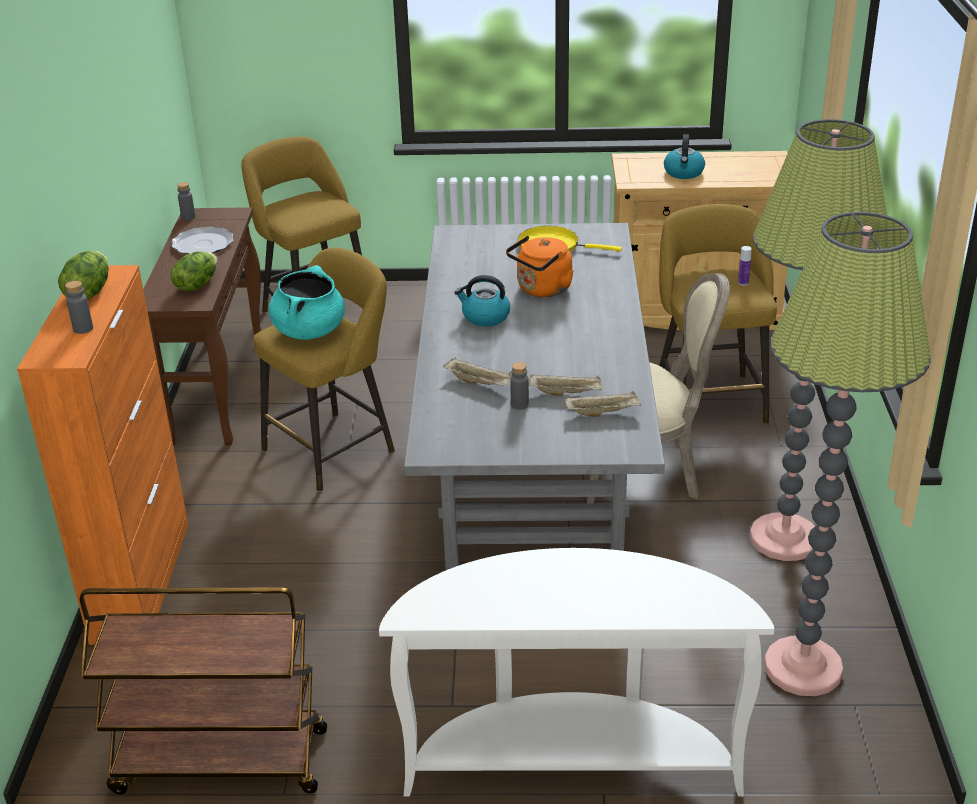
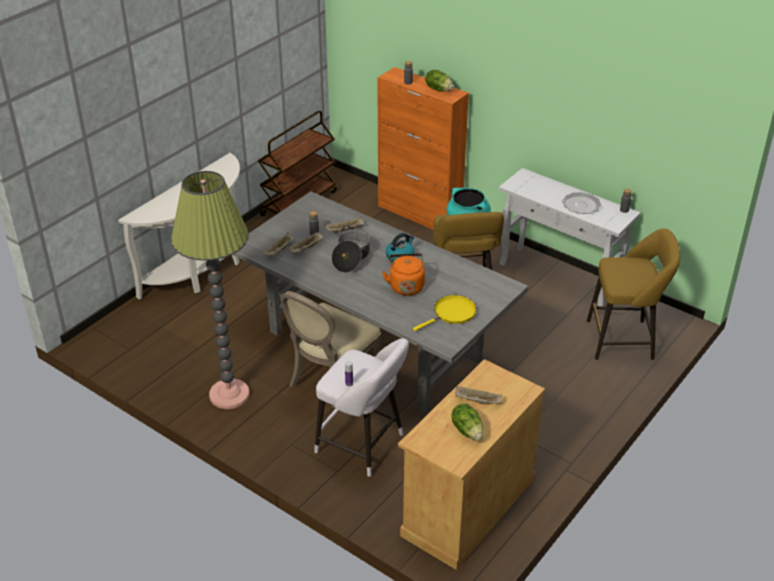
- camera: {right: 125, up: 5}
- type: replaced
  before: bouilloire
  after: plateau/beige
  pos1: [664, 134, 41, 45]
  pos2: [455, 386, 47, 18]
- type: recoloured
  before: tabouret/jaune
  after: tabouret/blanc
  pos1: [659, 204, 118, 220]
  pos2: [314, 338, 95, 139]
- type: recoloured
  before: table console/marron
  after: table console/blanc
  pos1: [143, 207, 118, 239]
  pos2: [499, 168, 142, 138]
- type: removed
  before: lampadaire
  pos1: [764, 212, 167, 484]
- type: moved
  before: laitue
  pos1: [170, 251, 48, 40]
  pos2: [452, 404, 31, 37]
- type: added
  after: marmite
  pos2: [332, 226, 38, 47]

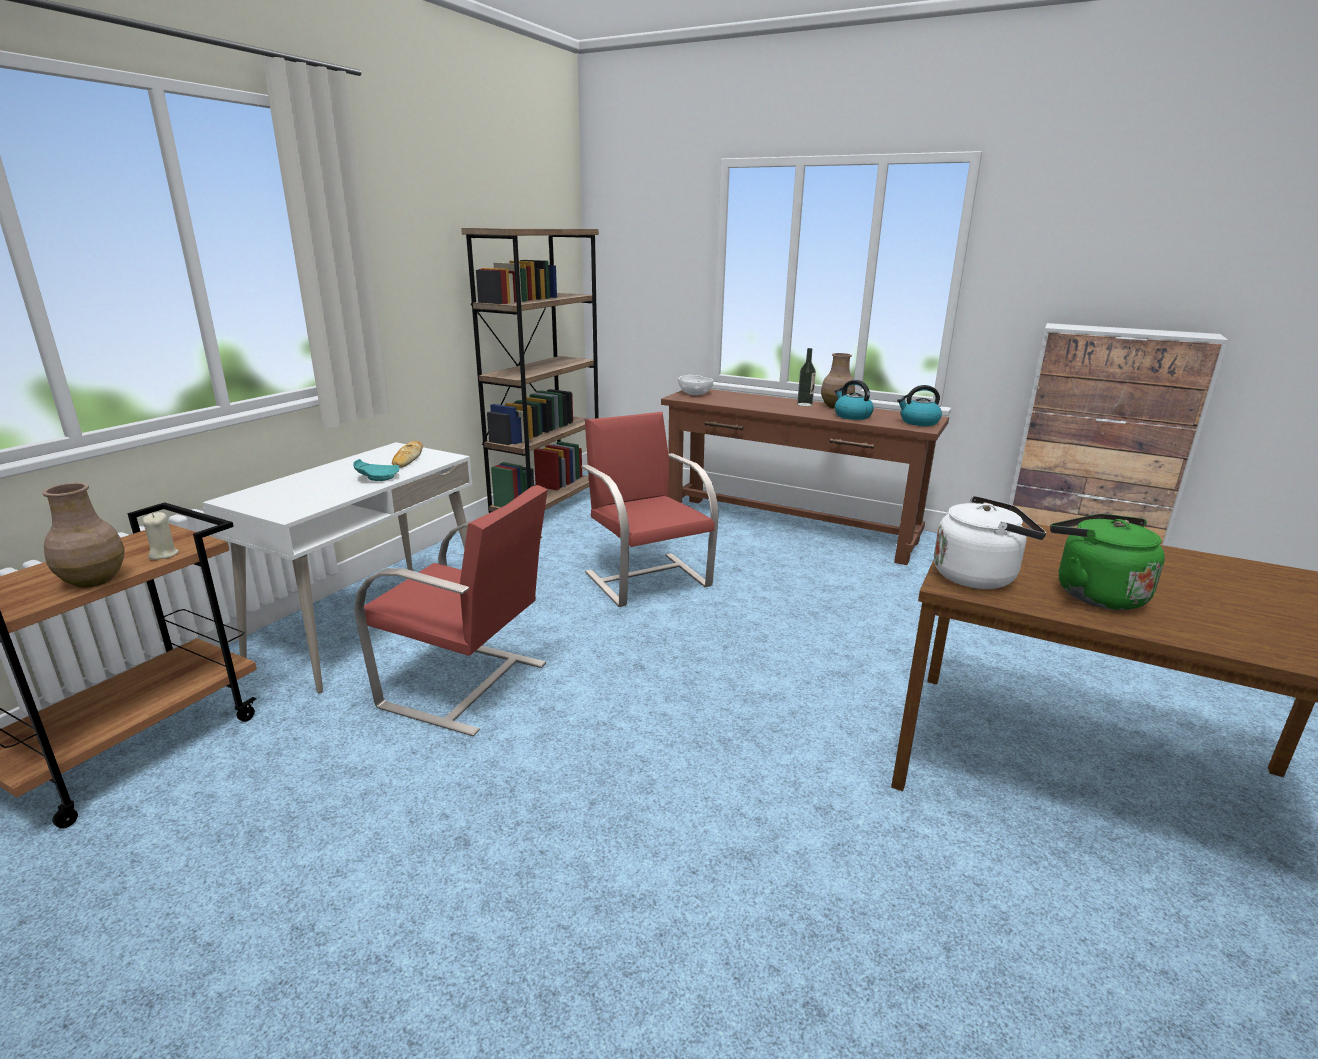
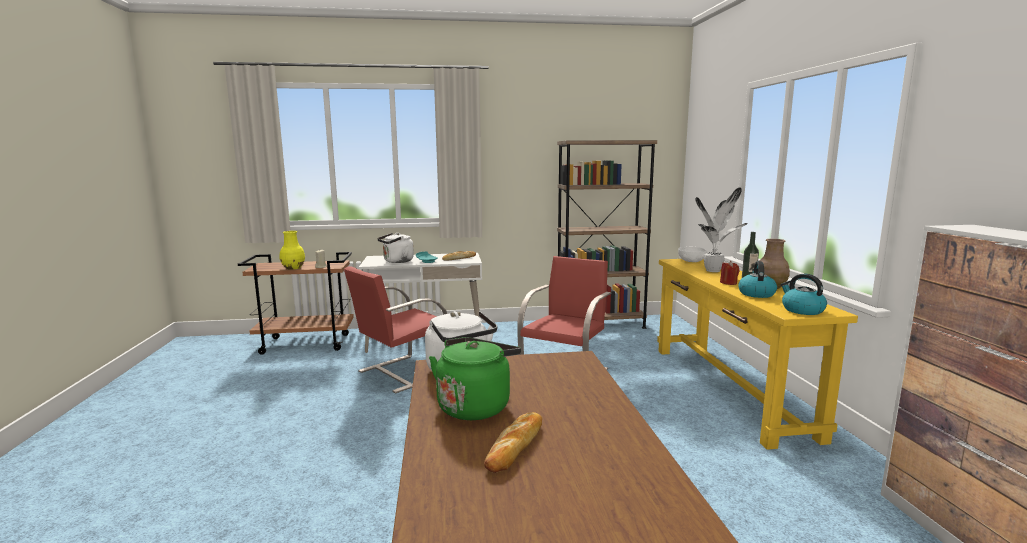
- camera: {right: 55, up: -10}
- type: recoloured
  before: table console/marron
  after: table console/jaune
  pos1: [661, 389, 288, 176]
  pos2: [657, 259, 201, 191]
- type: recoloured
  before: vase/marron
  after: vase/jaune
  pos1: [42, 483, 82, 105]
  pos2: [280, 231, 25, 39]
- type: turned
  before: chaise/rouge
  pos1: [354, 485, 194, 252]
  pos2: [344, 266, 103, 128]
  turn: 60
- type: added
  after: plante en pot
  pos2: [695, 188, 53, 84]
- type: added
  after: bouilloire/blanc
  pos2: [377, 233, 37, 30]
- type: added
  after: bougie/rouge
  pos2: [720, 261, 19, 24]
- type: added
  after: pain
  pos2: [484, 412, 58, 61]

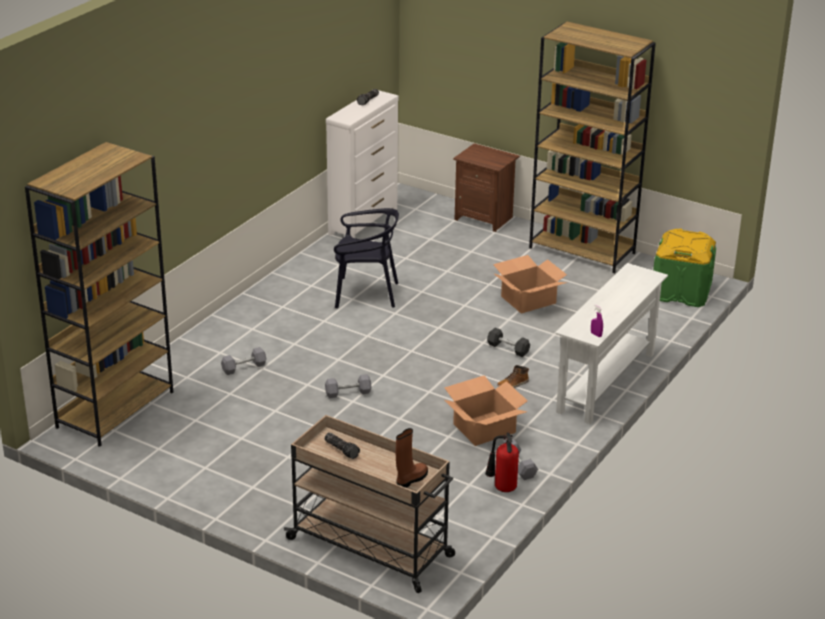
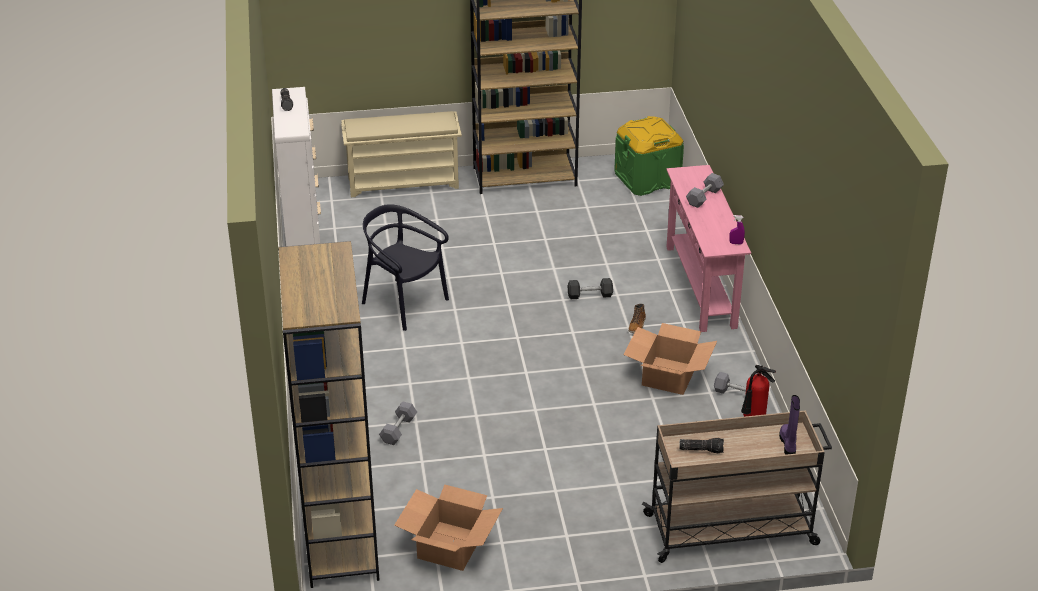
- camera: {right: -40, up: 5}
- type: replaced
  before: table de chevet/marron
  after: étagère à chaussures/beige
  pos1: [453, 143, 67, 89]
  pos2: [341, 111, 121, 86]
- type: turned
  before: chaise/noir
  pos1: [334, 208, 65, 100]
  pos2: [362, 204, 87, 127]
  turn: -105
- type: moved
  before: carton
  pos1: [493, 255, 74, 59]
  pos2: [394, 484, 109, 87]
- type: recoloured
  before: table console/blanc
  after: table console/rose
  pos1: [555, 263, 113, 161]
  pos2: [666, 165, 85, 167]
- type: moved
  before: haltère/gris
  pos1: [325, 374, 46, 24]
  pos2: [686, 173, 38, 35]
- type: recoloured
  before: botte/marron
  after: botte/violet
  pos1: [396, 428, 32, 60]
  pos2: [779, 395, 21, 60]

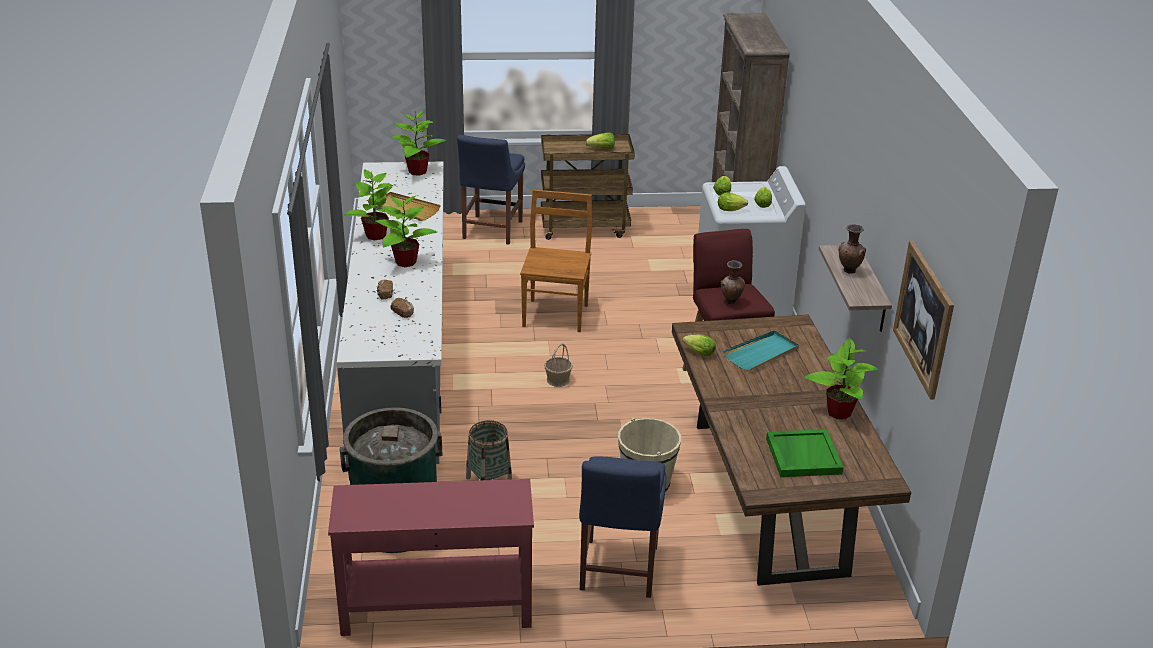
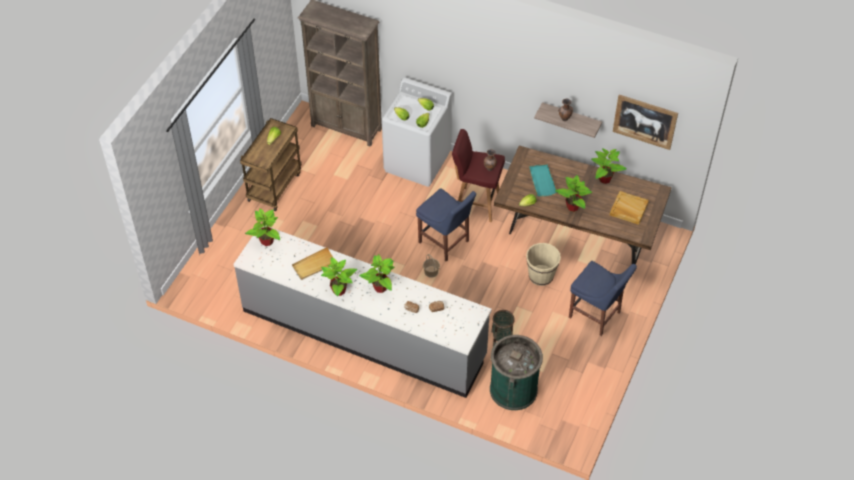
- camera: {right: -60, up: 20}
- type: moved
  before: chaise/bleu
  pos1: [457, 135, 68, 109]
  pos2: [416, 188, 60, 74]
- type: removed
  before: chaise/marron
  pos1: [520, 190, 72, 142]
- type: recoloured
  before: plateau/vert
  after: plateau/beige
  pos1: [766, 429, 78, 48]
  pos2: [610, 191, 39, 34]
- type: removed
  before: table console/rouge
  pos1: [328, 479, 206, 157]
- type: added
  after: plante en pot
  pos2: [555, 175, 38, 37]

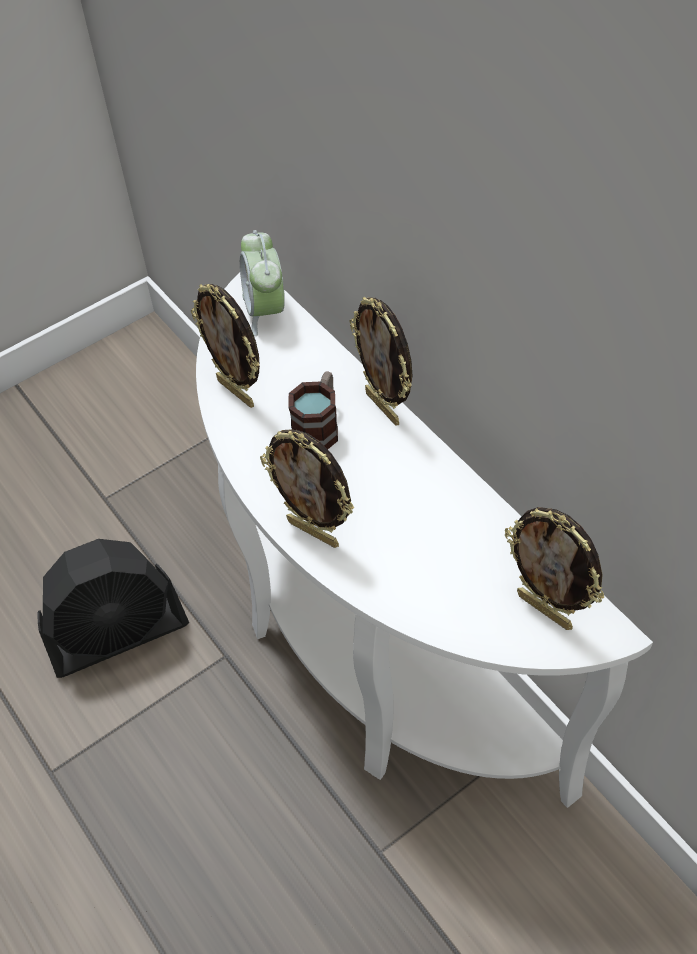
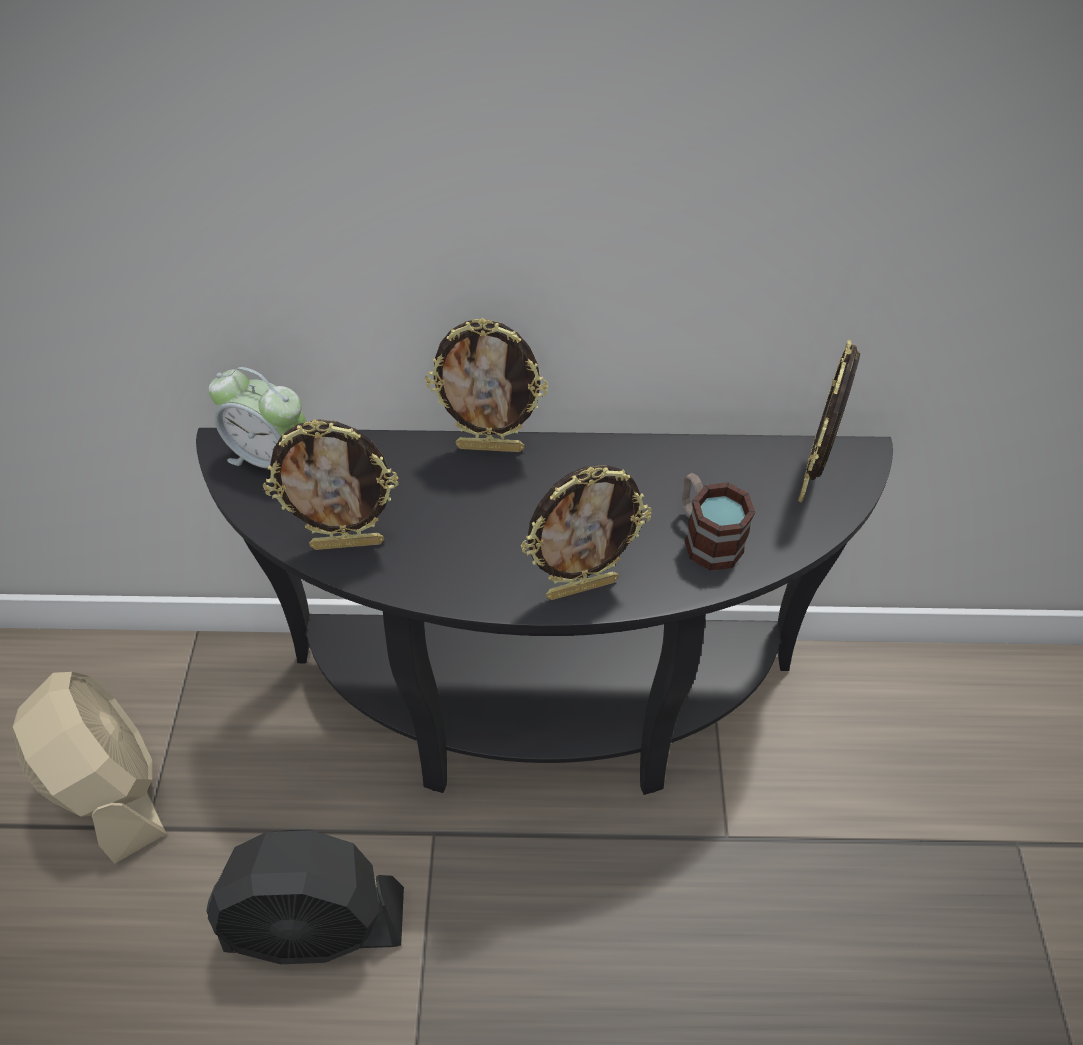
- camera: {right: -55, up: 0}
- type: recoloured
  before: table console/blanc
  after: table console/noir
  pos1: [196, 273, 457, 535]
  pos2: [196, 428, 697, 367]
- type: moved
  before: mug
  pos1: [289, 371, 49, 78]
  pos2: [682, 473, 73, 98]
- type: turned
  before: cadre photo
  pos1: [505, 507, 100, 123]
  pos2: [798, 339, 62, 163]
  turn: 120
- type: turned
  before: ventilateur/noir
  pos1: [37, 539, 152, 139]
  pos2: [206, 829, 198, 135]
  turn: 75
- type: added
  after: ventilateur/beige
  pos2: [13, 672, 153, 192]

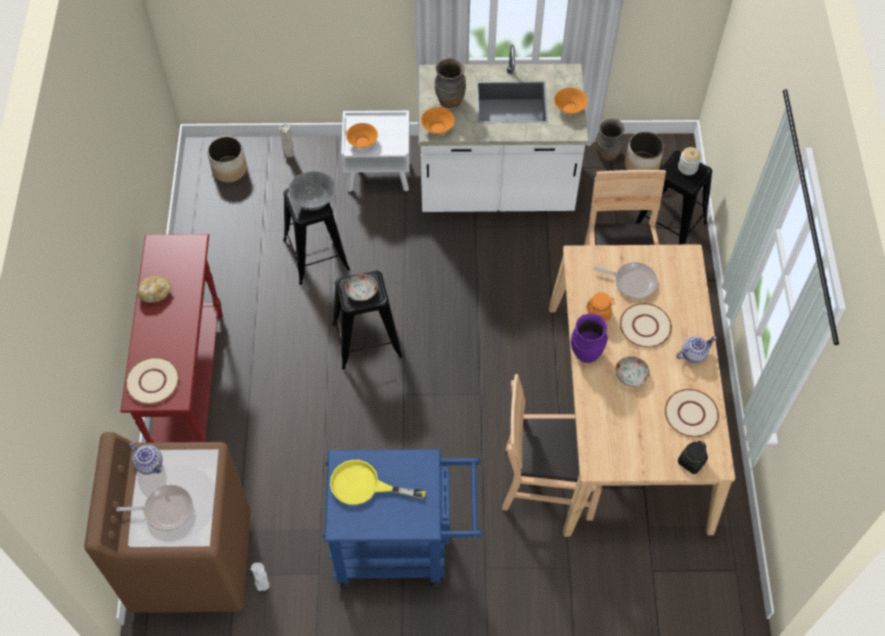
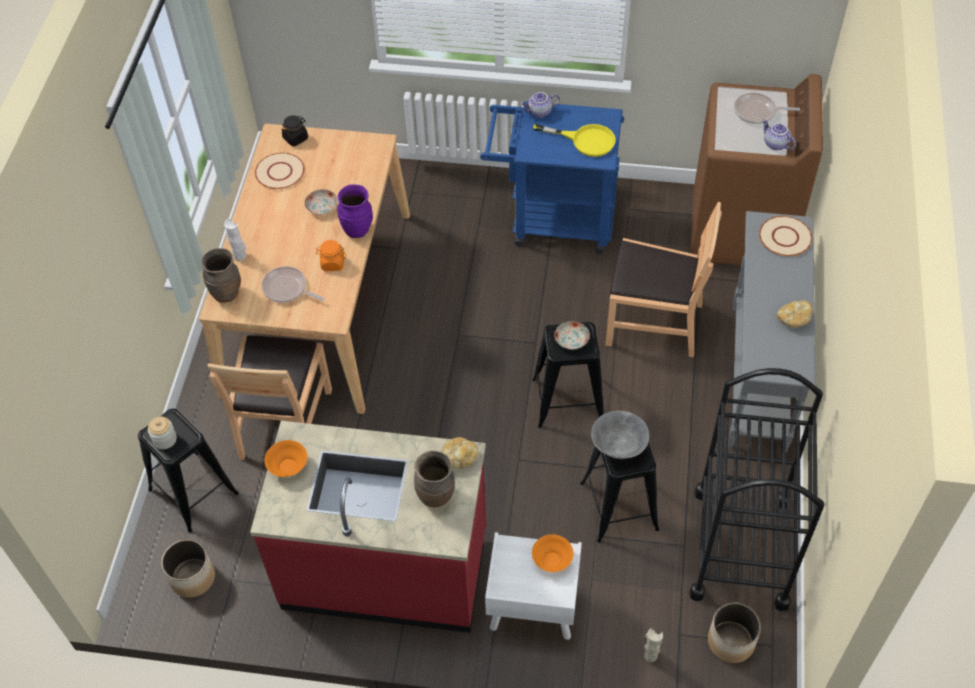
- camera: {right: -170, up: -5}
- type: recoloured
  before: comptoir de cuisine/blanc
  after: comptoir de cuisine/rouge
  pos1: [419, 45, 169, 167]
  pos2: [250, 421, 236, 212]
- type: replaced
  before: bol/orange
  after: pain
  pos1: [421, 107, 34, 27]
  pos2: [442, 437, 36, 32]
- type: moved
  before: vase/marron
  pos1: [595, 118, 30, 44]
  pos2: [201, 248, 40, 55]
- type: recoloured
  before: table console/rouge
  after: table console/gris
  pos1: [120, 234, 103, 209]
  pos2: [728, 211, 87, 241]
- type: removed
  before: assiette/beige
  pos1: [620, 303, 52, 45]
- type: moved
  before: théière
  pos1: [676, 336, 41, 27]
  pos2: [520, 92, 40, 26]
- type: moved
  before: chaise/marron
  pos1: [502, 374, 100, 147]
  pos2: [605, 202, 117, 155]
- type: moved
  before: vase/blanc
  pos1: [251, 562, 18, 29]
  pos2: [224, 218, 22, 43]
- type: added
  after: chariot/noir
  pos2: [689, 368, 136, 243]

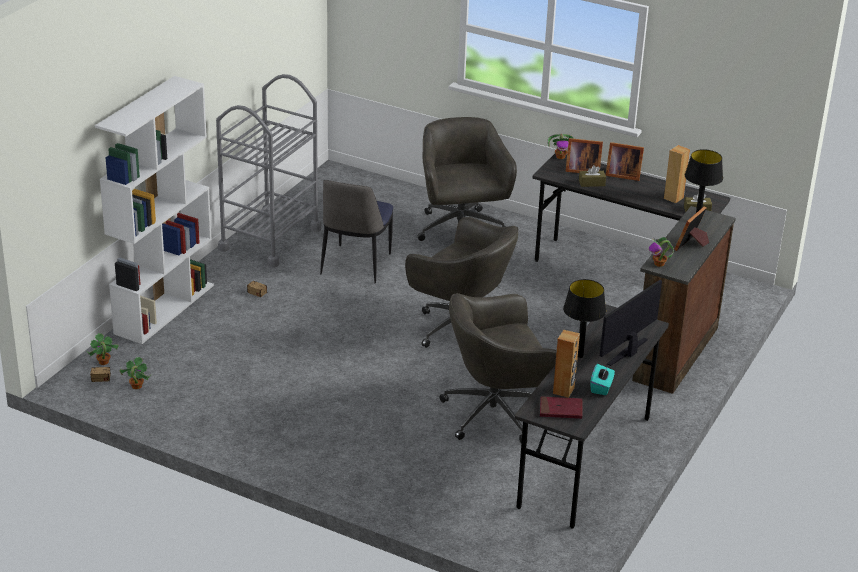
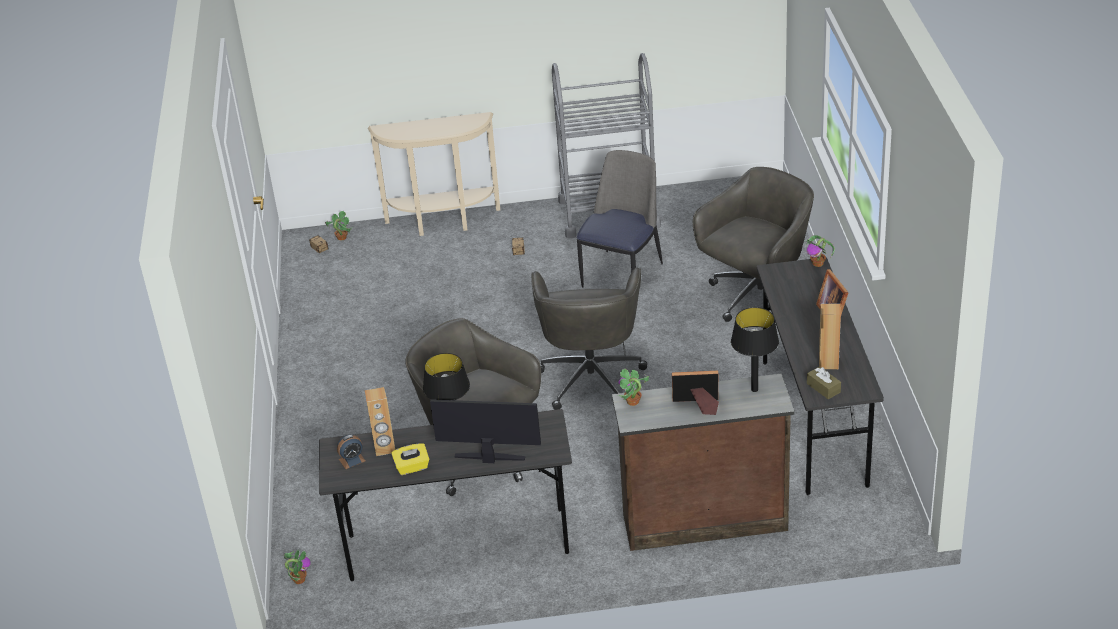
- camera: {right: 60, up: 5}
- type: replaced
  before: bibliothèque/blanc
  after: table console/beige
  pos1: [95, 76, 119, 268]
  pos2: [368, 112, 132, 124]
- type: removed
  before: cadre photo
  pos1: [566, 138, 37, 35]
- type: removed
  before: boîte à mouchoirs/marron
  pos1: [579, 165, 27, 22]
- type: turned
  before: chaise
  pos1: [320, 180, 73, 104]
  pos2: [577, 150, 86, 137]
  turn: 135
- type: moved
  before: plante en pot
  pos1: [119, 357, 33, 32]
  pos2: [284, 550, 27, 34]
- type: recoloured
  before: boîte à mouchoirs/turquoise
  after: boîte à mouchoirs/jaune
  pos1: [590, 364, 25, 31]
  pos2: [391, 443, 38, 32]
- type: replaced
  before: livre/rouge
  after: réveil
  pos1: [540, 396, 43, 23]
  pos2: [337, 435, 28, 34]

